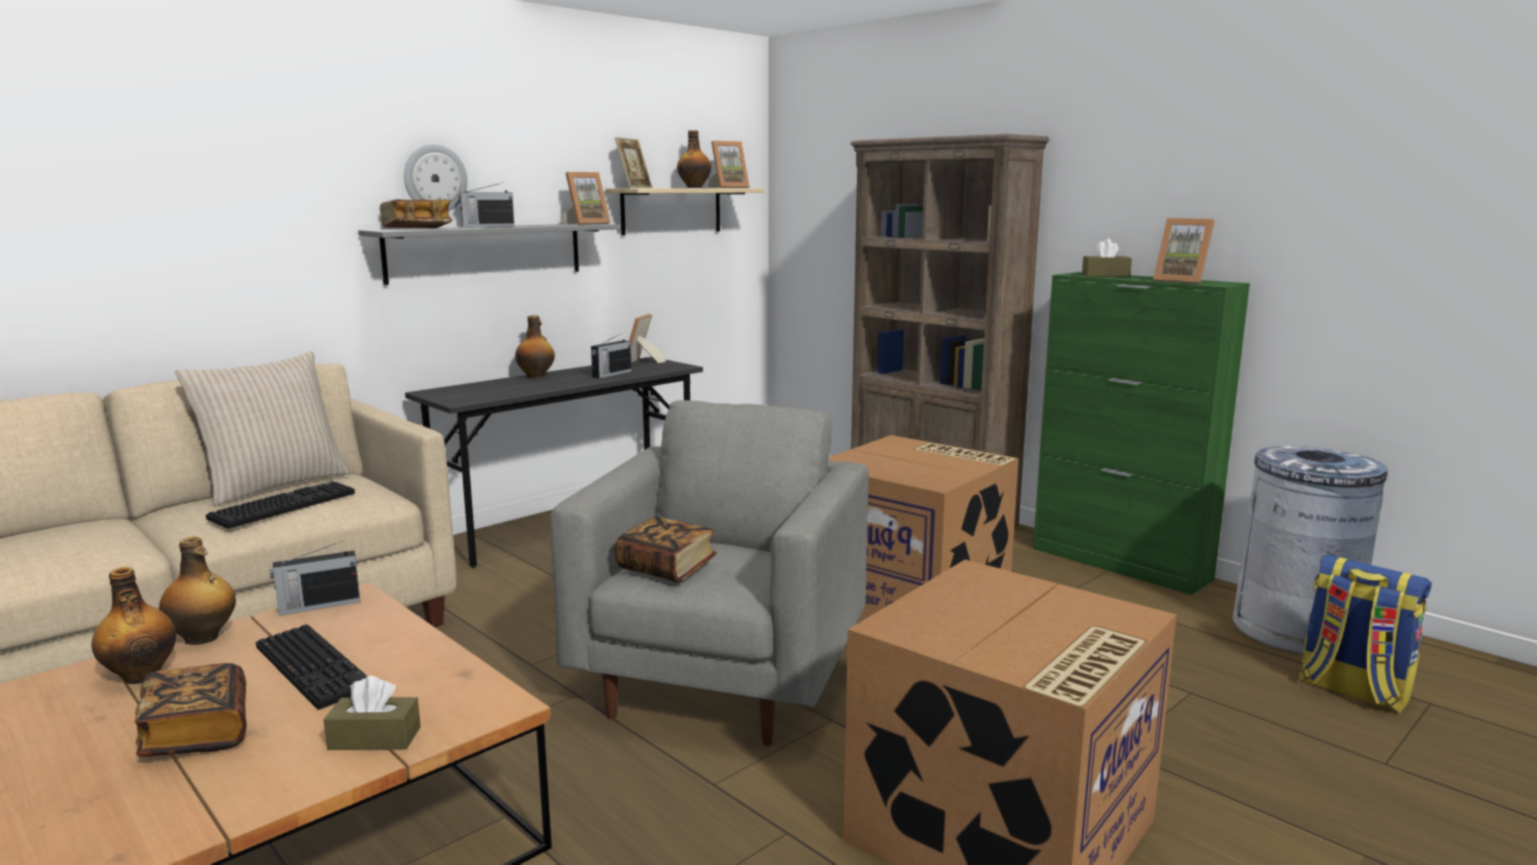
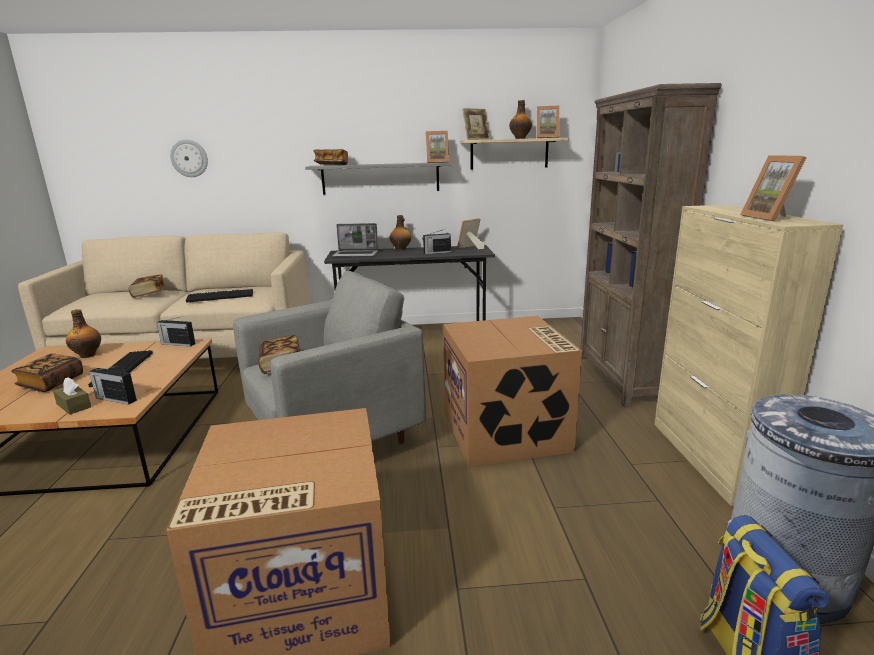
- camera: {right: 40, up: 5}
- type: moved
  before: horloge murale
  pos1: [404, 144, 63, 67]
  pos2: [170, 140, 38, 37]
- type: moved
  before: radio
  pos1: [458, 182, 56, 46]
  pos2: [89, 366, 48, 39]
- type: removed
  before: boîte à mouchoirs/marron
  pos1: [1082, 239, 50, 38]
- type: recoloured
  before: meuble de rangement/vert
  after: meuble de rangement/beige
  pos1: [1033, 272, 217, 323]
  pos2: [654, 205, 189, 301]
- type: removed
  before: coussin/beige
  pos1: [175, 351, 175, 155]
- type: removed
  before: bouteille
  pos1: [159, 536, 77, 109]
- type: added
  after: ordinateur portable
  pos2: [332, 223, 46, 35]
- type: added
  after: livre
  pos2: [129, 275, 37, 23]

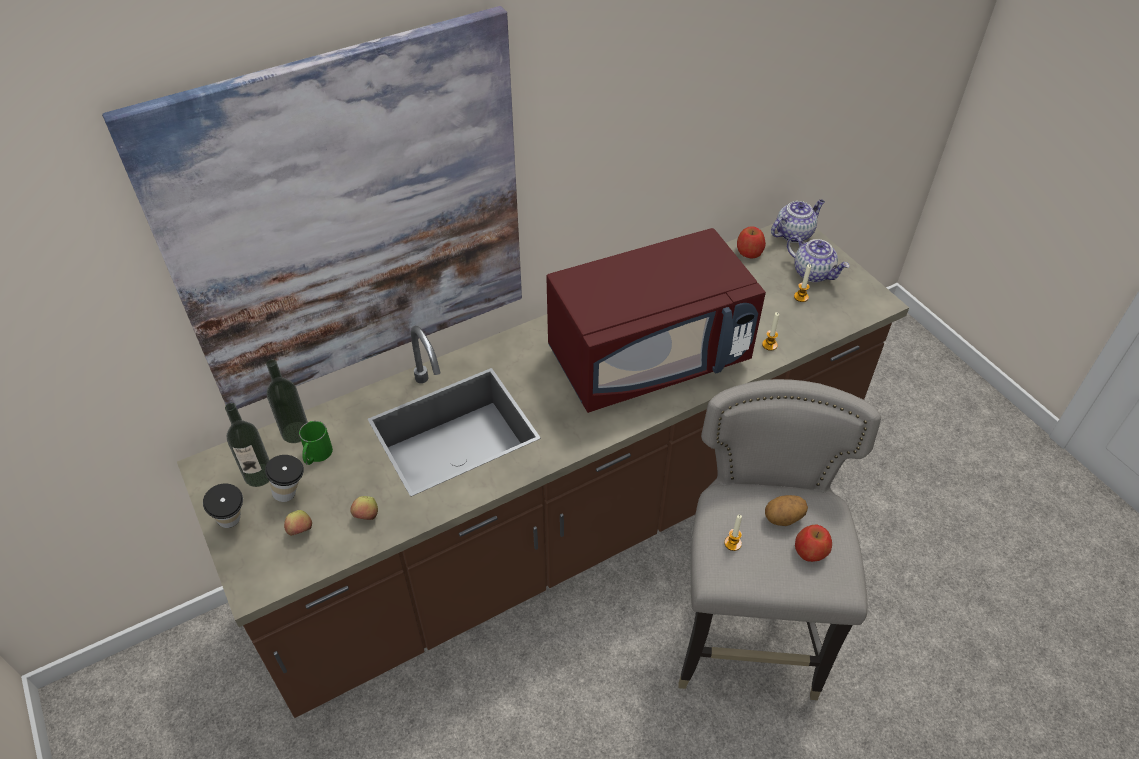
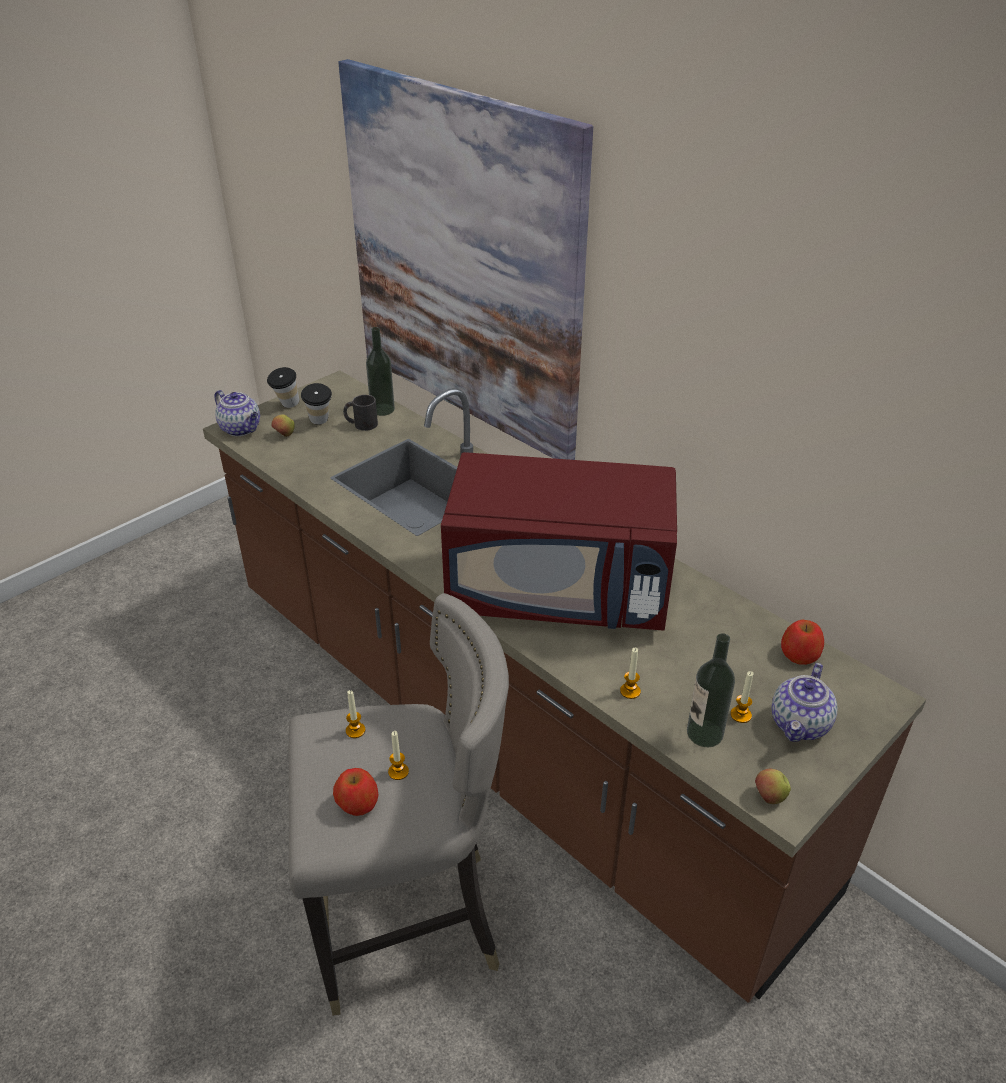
- camera: {right: 75, up: -10}
- type: moved
  before: théière
  pos1: [771, 200, 54, 43]
  pos2: [214, 390, 46, 46]
- type: turned
  before: micro-ondes/rouge
  pos1: [546, 228, 220, 185]
  pos2: [441, 452, 236, 179]
  turn: -45
- type: moved
  before: bouteille
  pos1: [225, 403, 44, 84]
  pos2: [687, 633, 48, 114]
- type: recoloured
  before: mug/vert
  after: mug/noir
  pos1: [299, 421, 34, 44]
  pos2: [343, 395, 35, 36]
- type: replaced
  before: pomme de terre
  after: bougie
  pos1: [765, 495, 43, 31]
  pos2: [388, 731, 21, 49]
- type: moved
  before: pomme
  pos1: [350, 496, 28, 24]
  pos2: [755, 769, 36, 35]

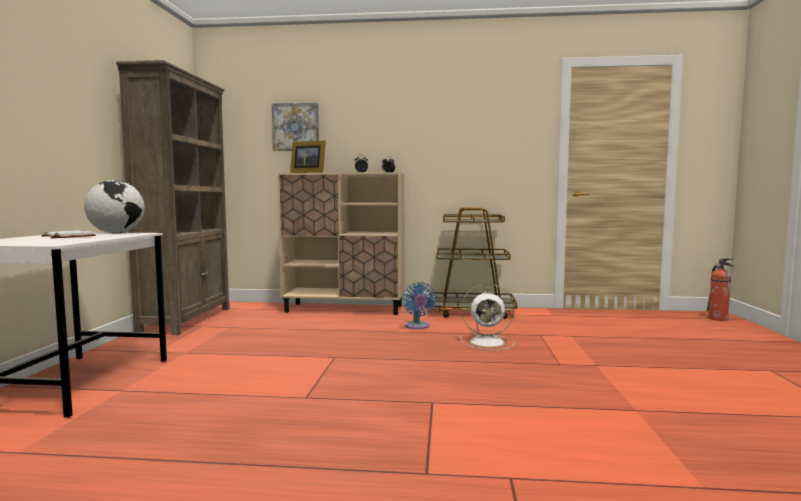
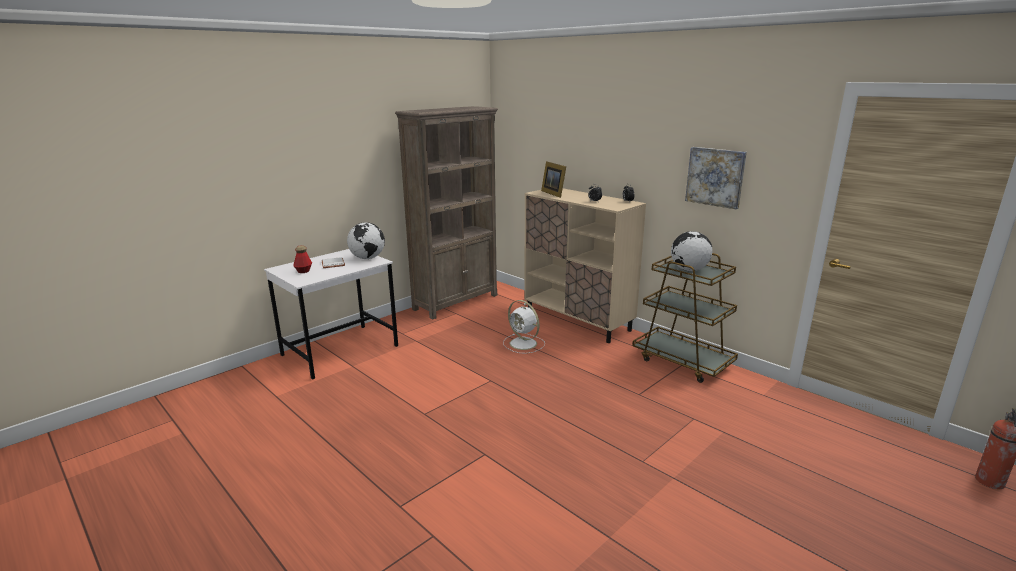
- camera: {right: 40, up: 15}
- type: moved
  before: tableau
  pos1: [272, 103, 47, 48]
  pos2: [685, 147, 62, 62]
- type: removed
  before: ventilateur/bleu
  pos1: [402, 282, 34, 47]
- type: moved
  before: ventilateur/blanc
  pos1: [459, 284, 56, 66]
  pos2: [503, 300, 42, 54]
- type: added
  after: globe
  pos2: [671, 231, 42, 40]
- type: added
  after: bouteille
  pos2: [293, 245, 19, 28]

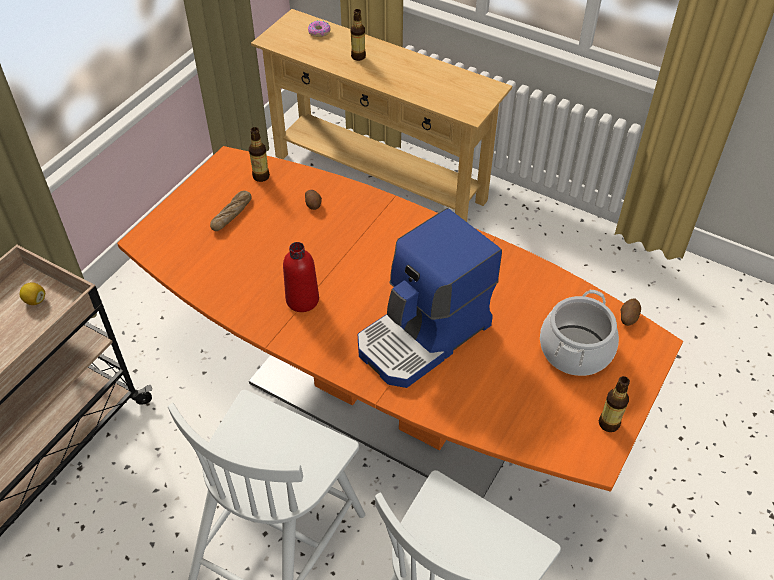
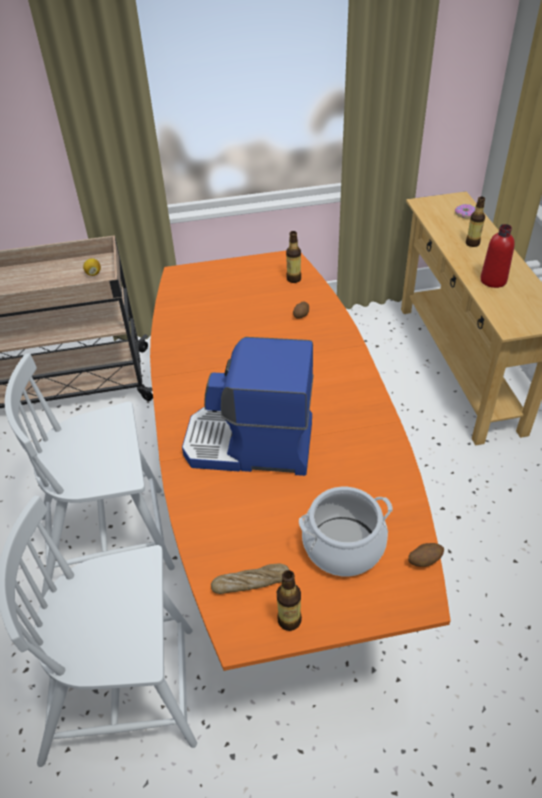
- camera: {right: 50, up: -5}
- type: moved
  before: pain
  pos1: [210, 191, 42, 40]
  pos2: [211, 563, 78, 31]
- type: moved
  before: bouteille/rouge
  pos1: [283, 242, 36, 70]
  pos2: [480, 224, 35, 64]

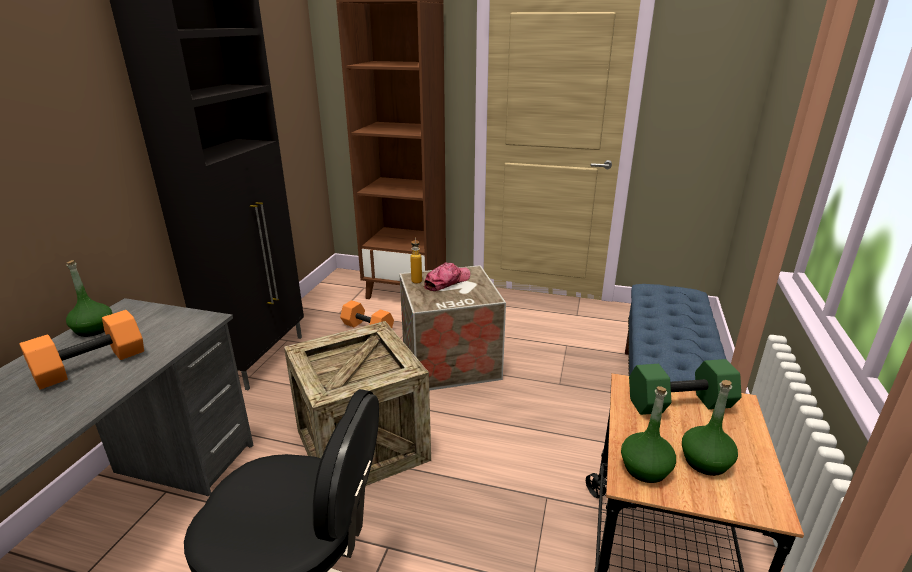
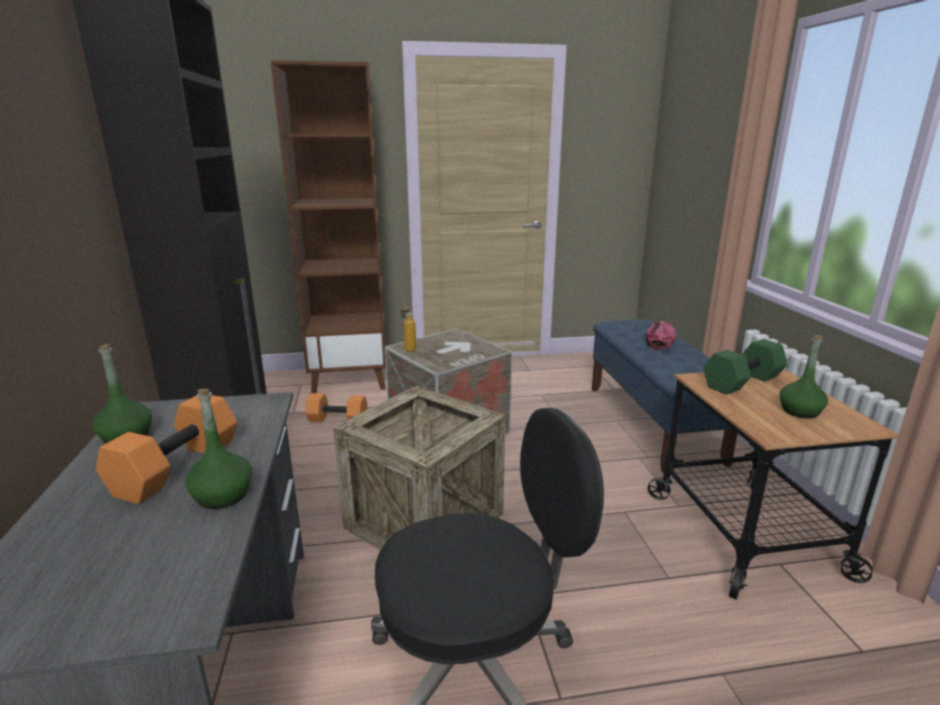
- camera: {right: -25, up: -5}
- type: moved
  before: casquette
  pos1: [424, 263, 47, 28]
  pos2: [646, 321, 30, 29]
- type: moved
  before: bouteille/vert
  pos1: [621, 386, 55, 97]
  pos2: [185, 389, 67, 120]

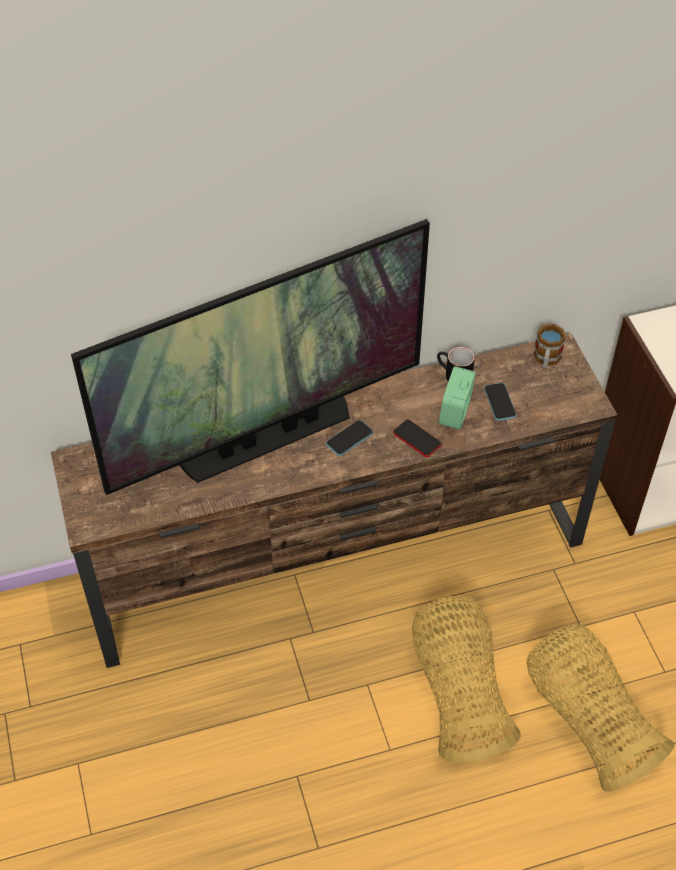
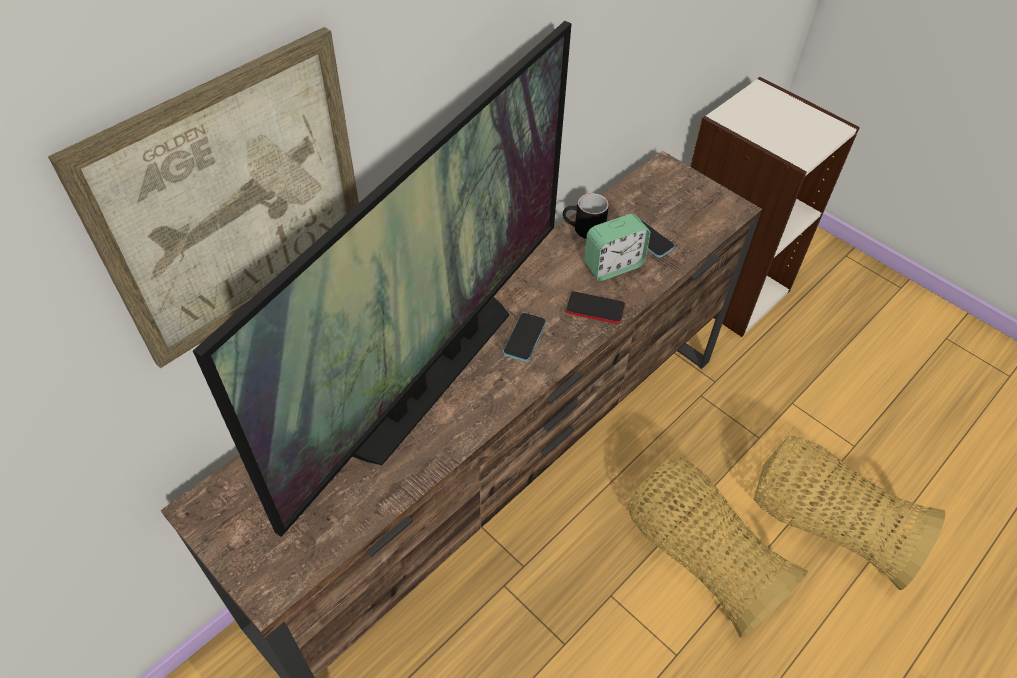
- camera: {right: -30, up: 0}
- type: removed
  before: mug
  pos1: [534, 324, 32, 45]
- type: turned
  before: réveil
  pos1: [439, 366, 37, 63]
  pos2: [584, 214, 67, 67]
  turn: -105
- type: added
  after: tableau
  pos2: [48, 27, 311, 341]

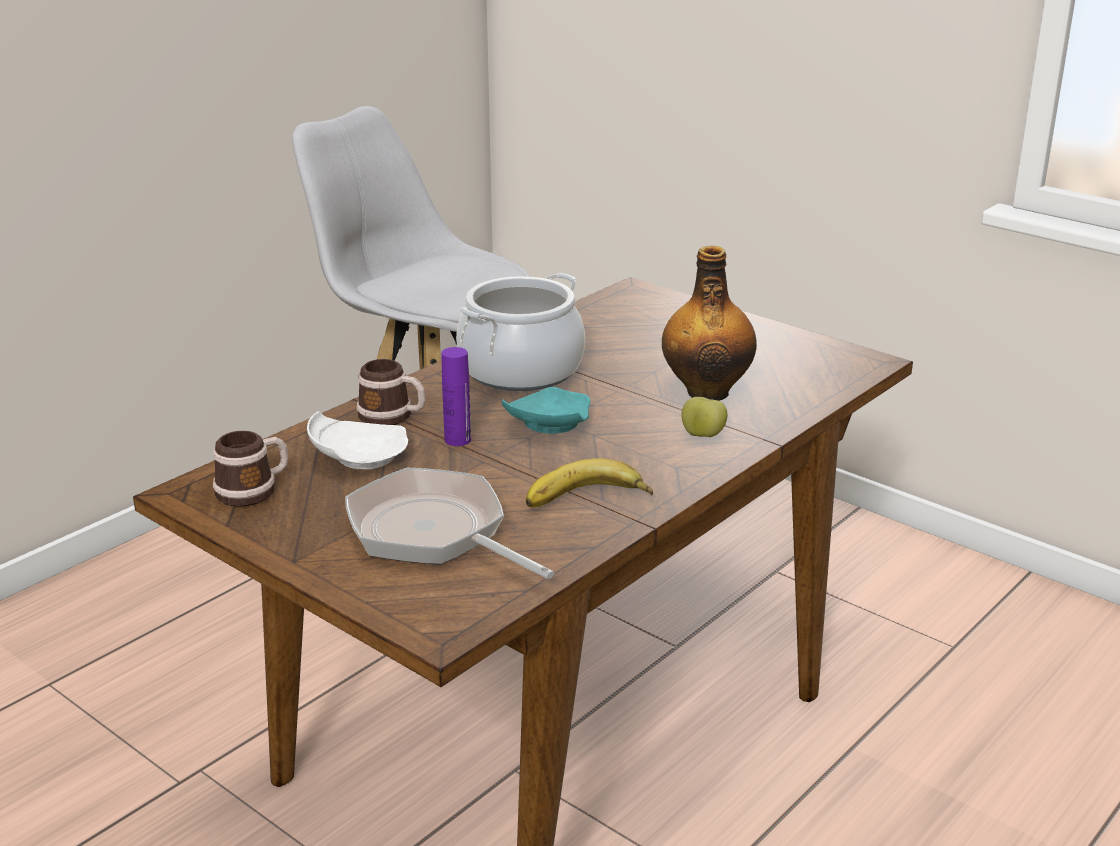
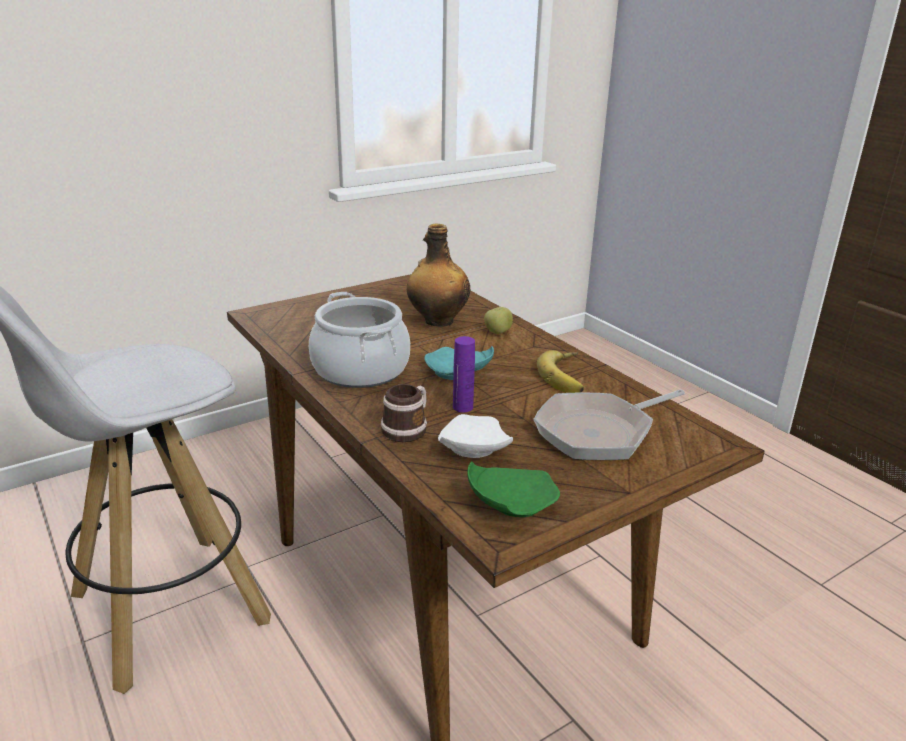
- camera: {right: -75, up: 0}
- type: replaced
  before: mug
  after: assiette/vert
  pos1: [213, 431, 76, 76]
  pos2: [467, 461, 93, 56]

